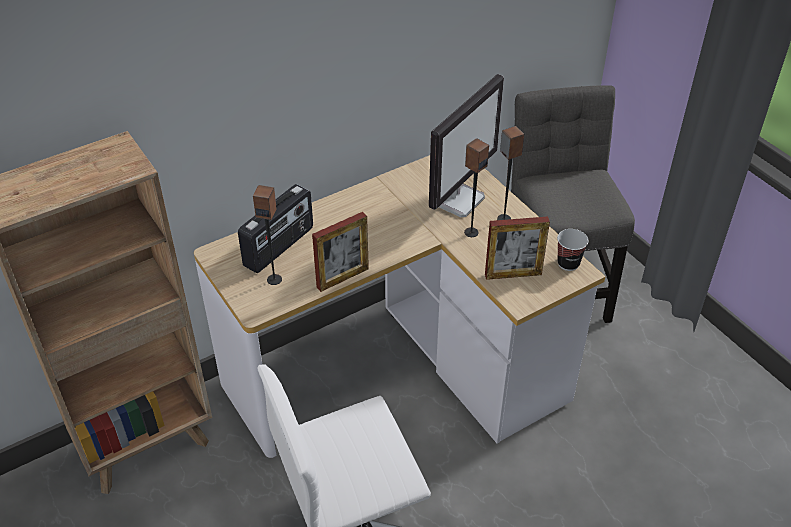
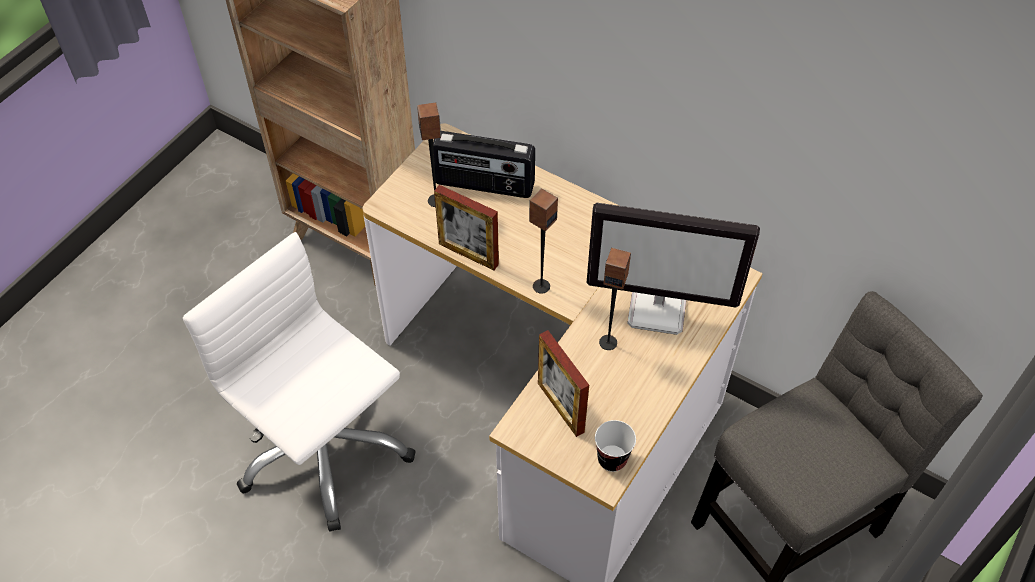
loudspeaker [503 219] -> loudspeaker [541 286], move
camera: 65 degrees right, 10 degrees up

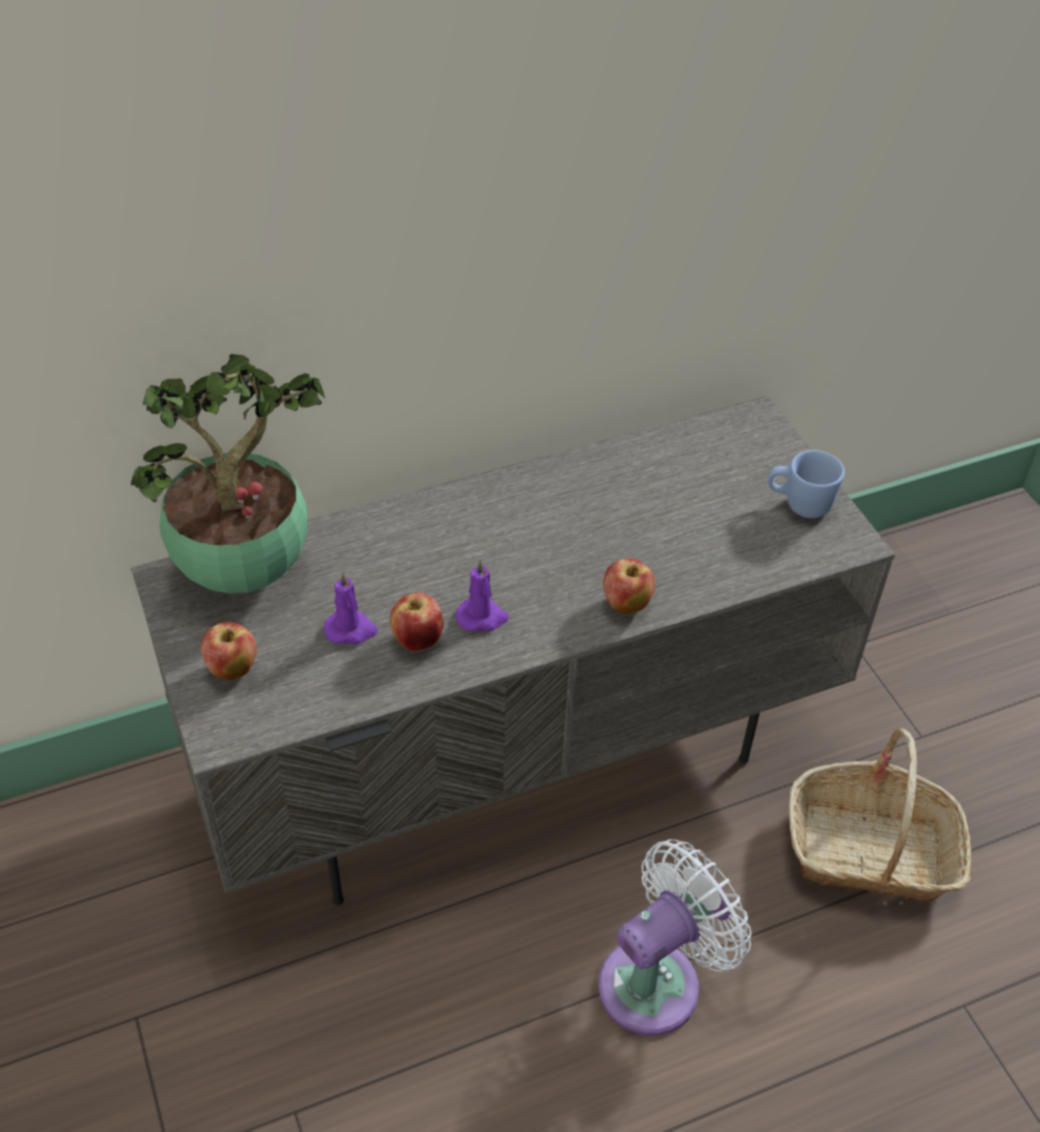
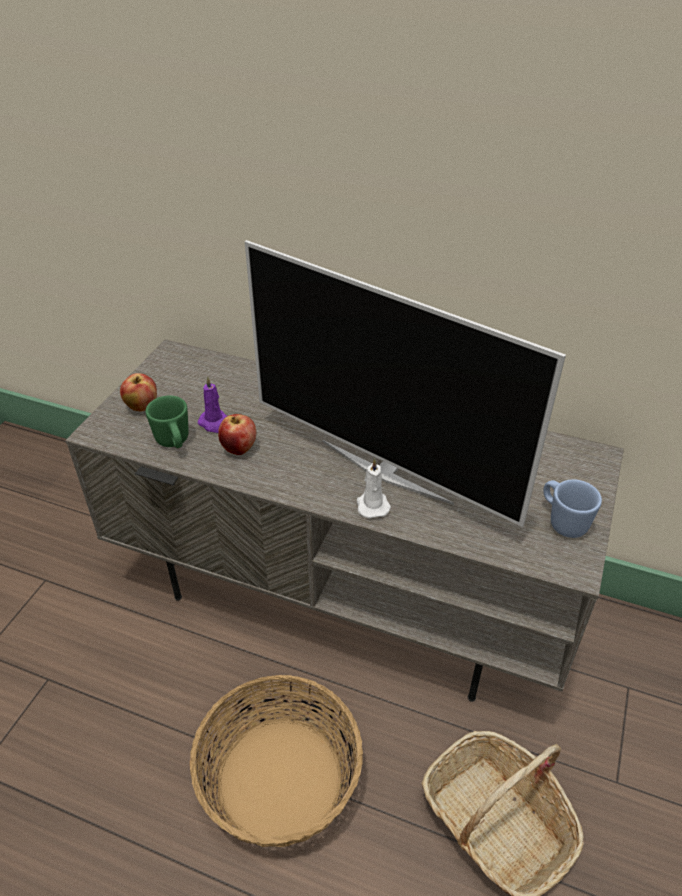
plant in a pot [247 568] -> none
wax light in purple [482 617] -> none
whole apple [626 604] -> wax light in white [372 505]
cooling fan in white [658 980] -> household basket [279 778]
none -> television [386 470]
none -> mug in green [174 443]
camera: 45 degrees right, 5 degrees down

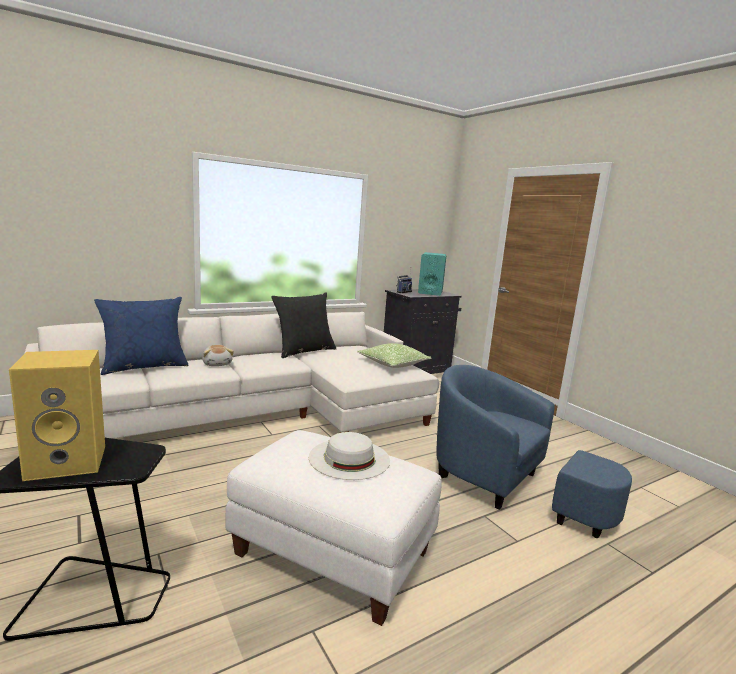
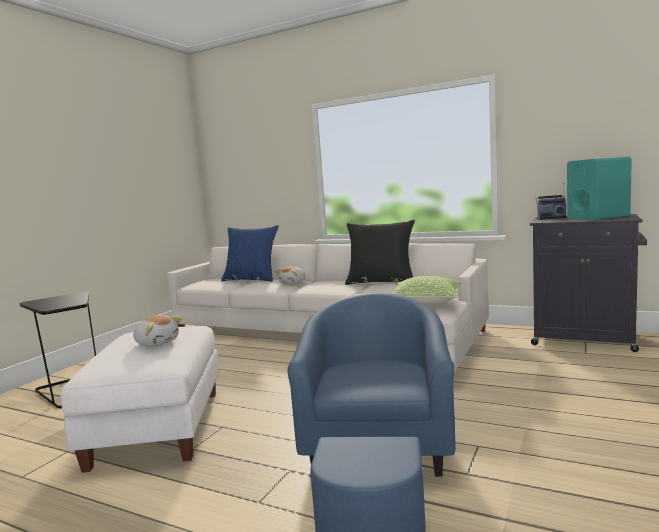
loudspeaker in yellow [69 461] -> none
wearable hat in white [349 458] -> soft toy [157 343]
camera: 60 degrees right, 5 degrees down

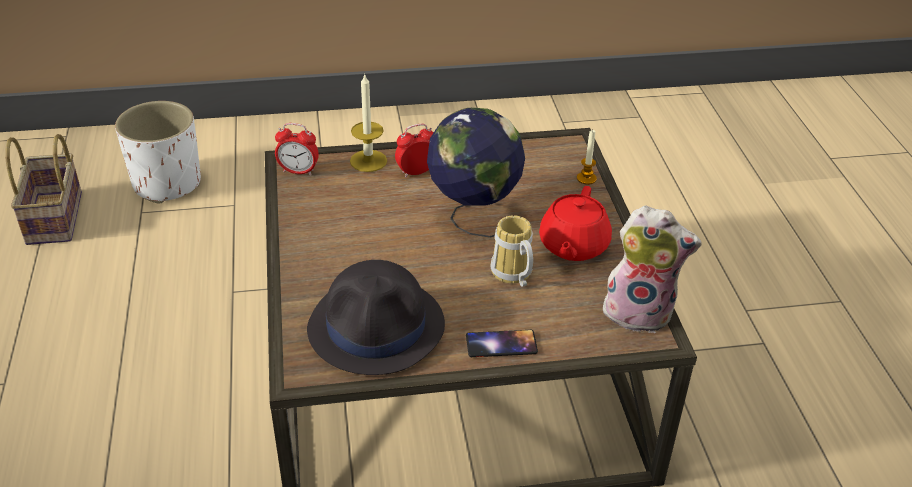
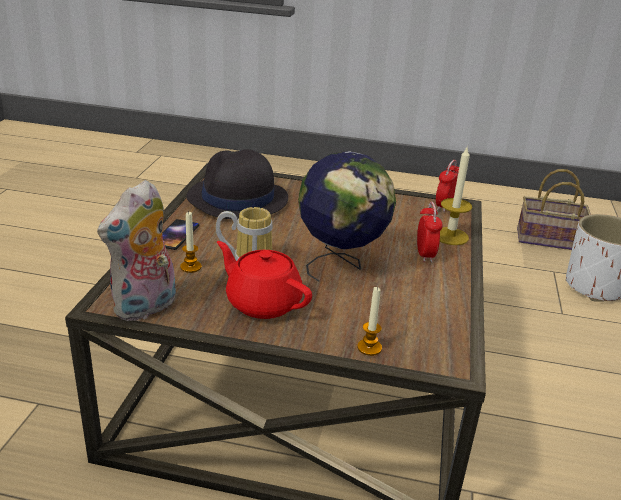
none -> wax light [190 267]
camera: 110 degrees right, 10 degrees down

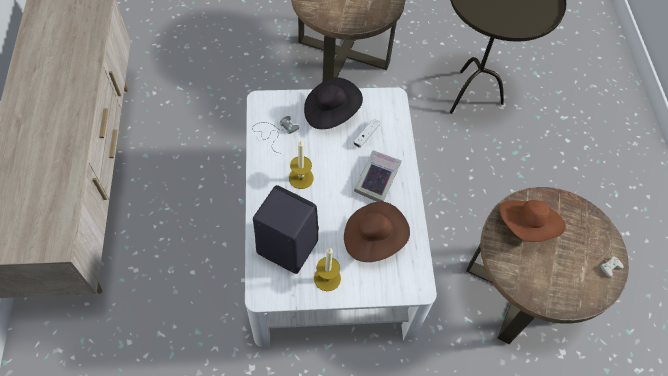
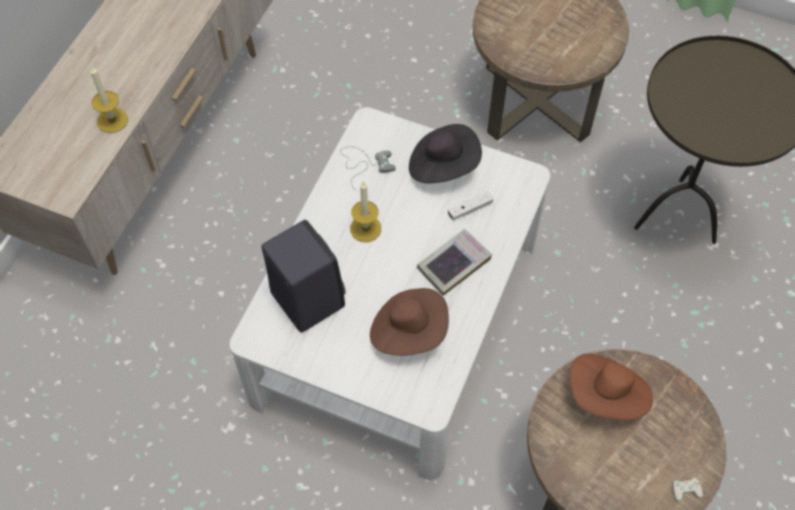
wax light [327 278] -> wax light [112 120], move
camera: 30 degrees right, 0 degrees up

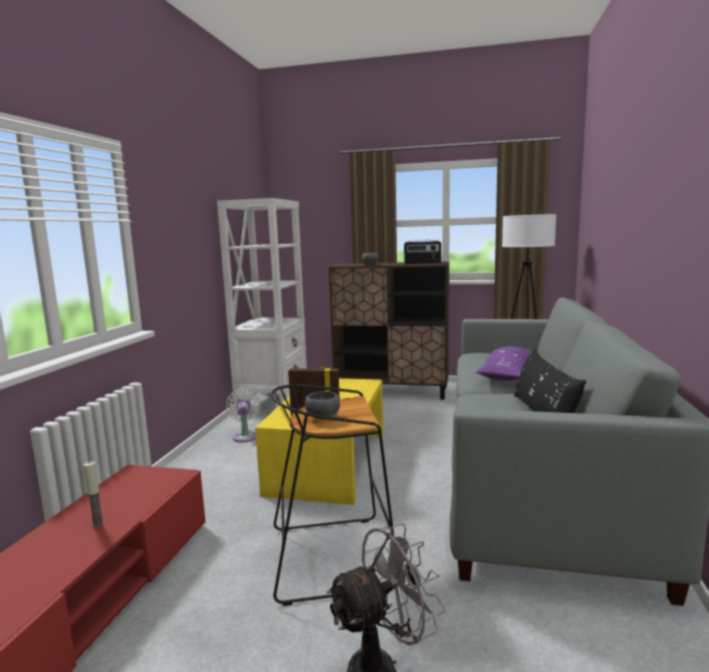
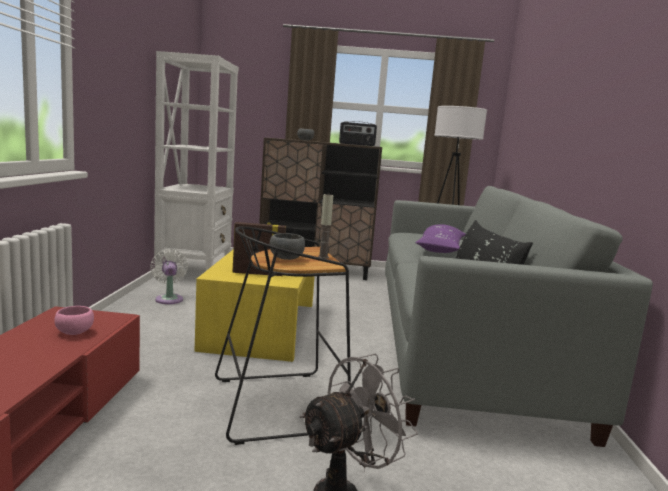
wax light [98 524] -> wax light [323 257], move
none -> serving bowl in pinkish [74 332]
camera: 10 degrees left, 0 degrees up

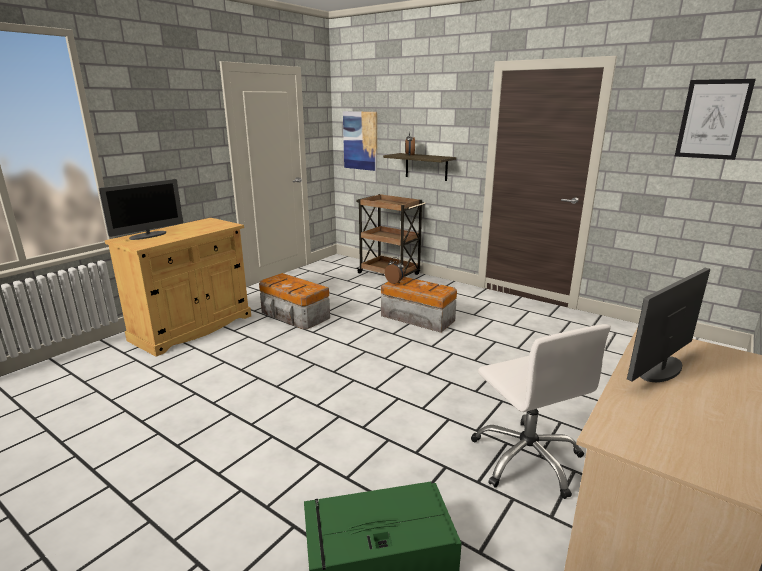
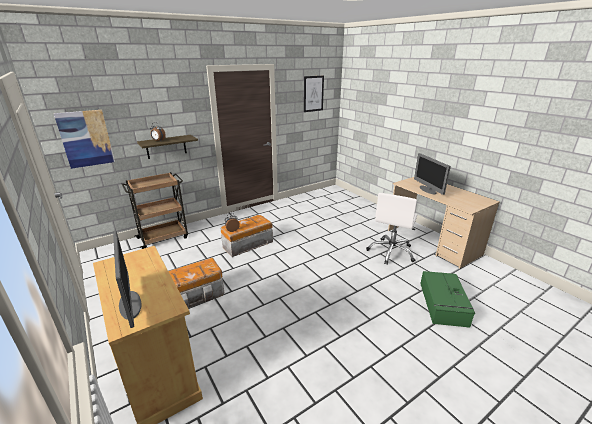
computer chair in white [527 458] -> computer chair in white [391 252], 120 degrees clockwise
camera: 70 degrees left, 5 degrees up

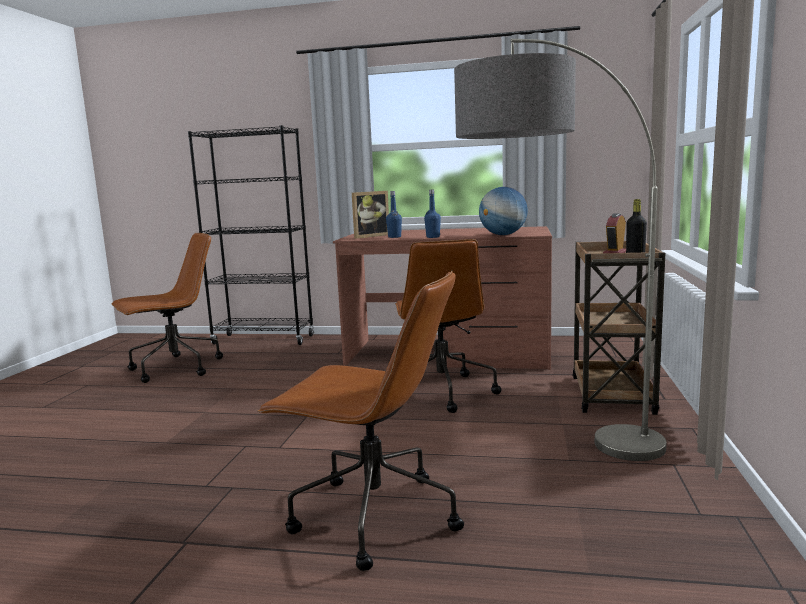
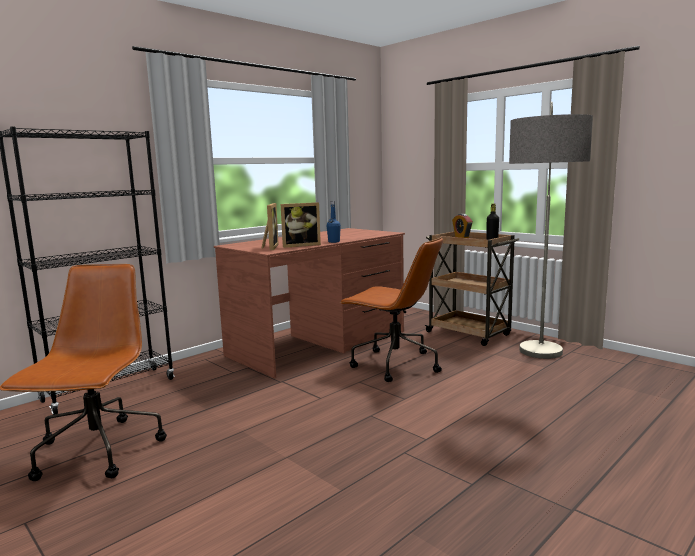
world globe [503 235] -> none
beverage bottle in bluish [394 237] -> photo frame [300 245]
computer chair in brownish [372 517] -> none
camera: 55 degrees left, 0 degrees up

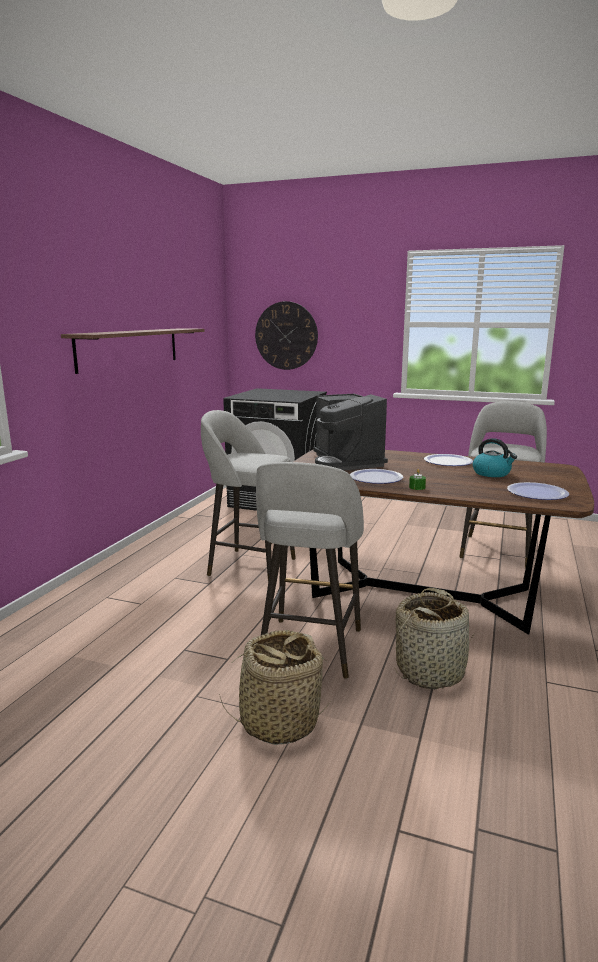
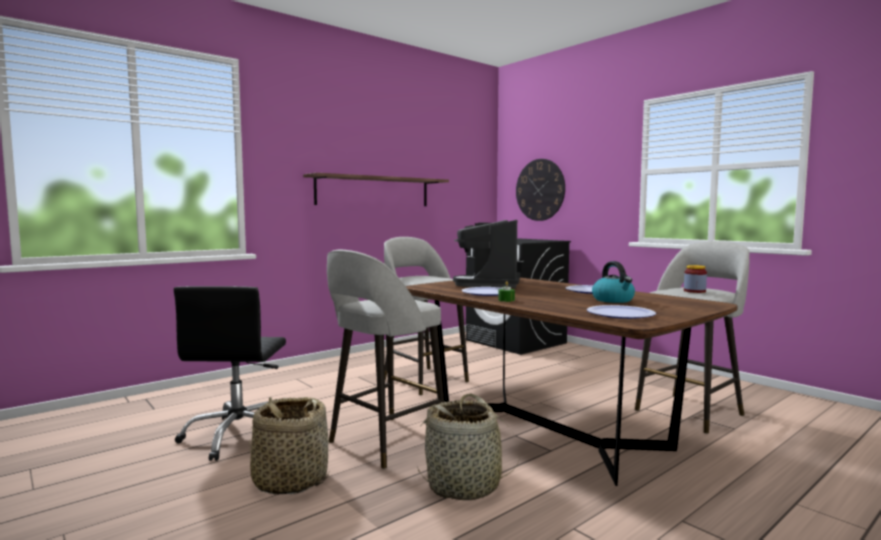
none -> storage jar [694 291]
none -> computer chair in blackish [238 435]
camera: 30 degrees right, 10 degrees down

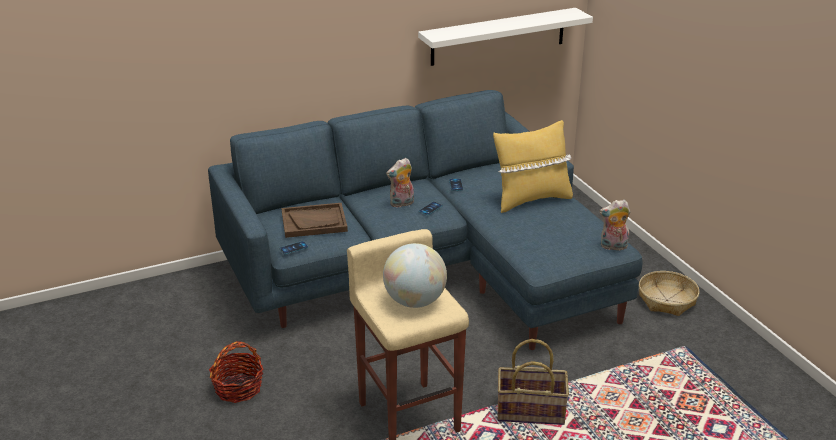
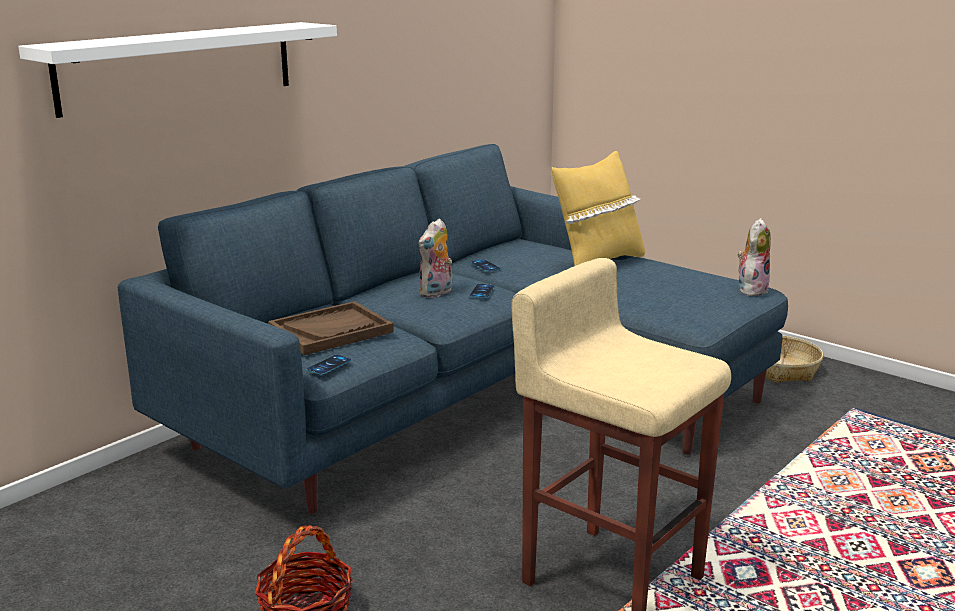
shelf in white [498 36] -> shelf in white [179 66], move
soft toy [613 247] -> soft toy [751 289], 150 degrees clockwise
world globe [415 301] -> none
household basket [531 411] -> none
camera: 25 degrees left, 10 degrees down

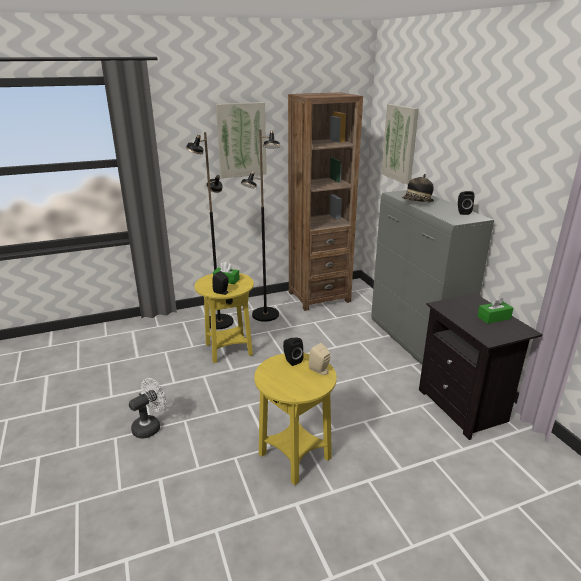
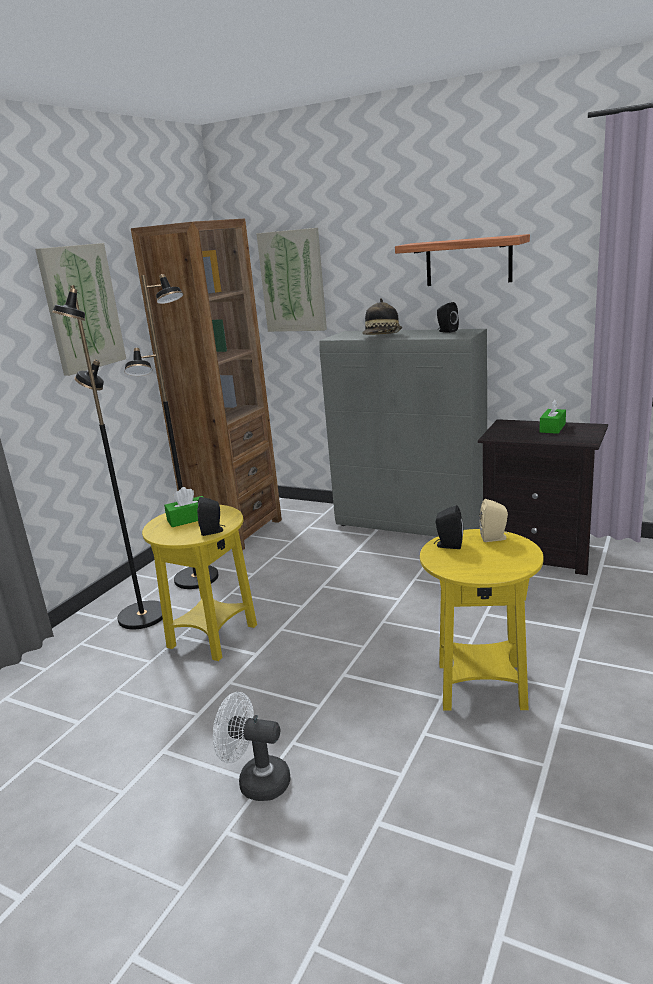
cooling fan in white [150 426] -> cooling fan in white [256 781], 75 degrees counterclockwise
none -> shelf [468 261]
camera: 40 degrees left, 5 degrees down

